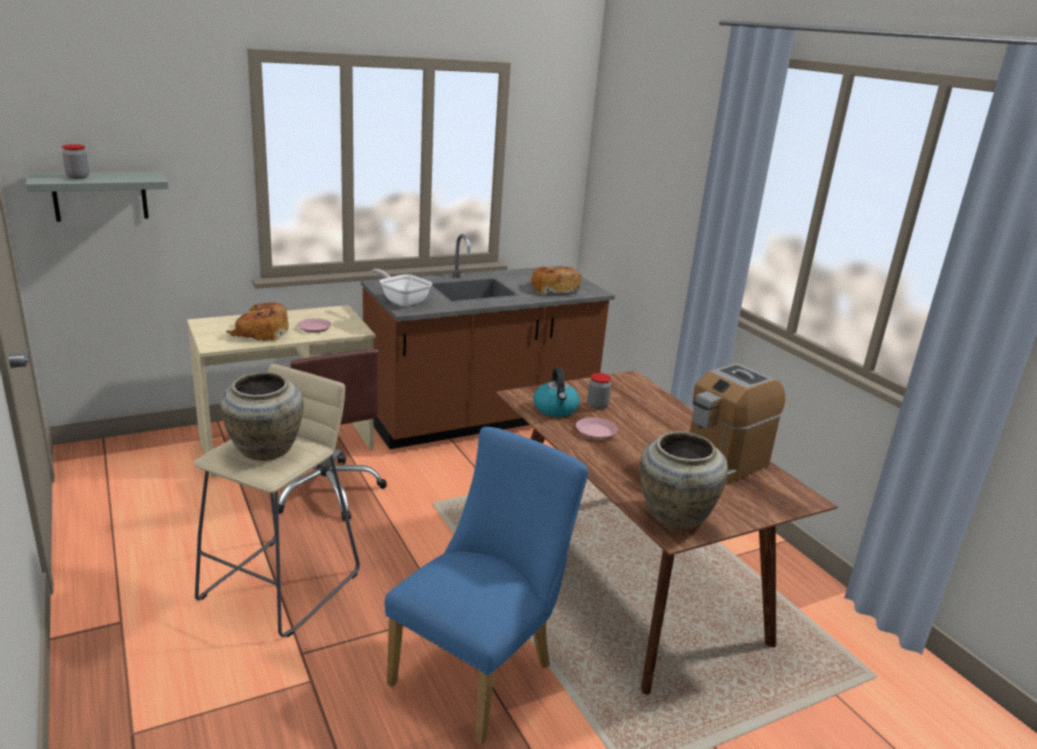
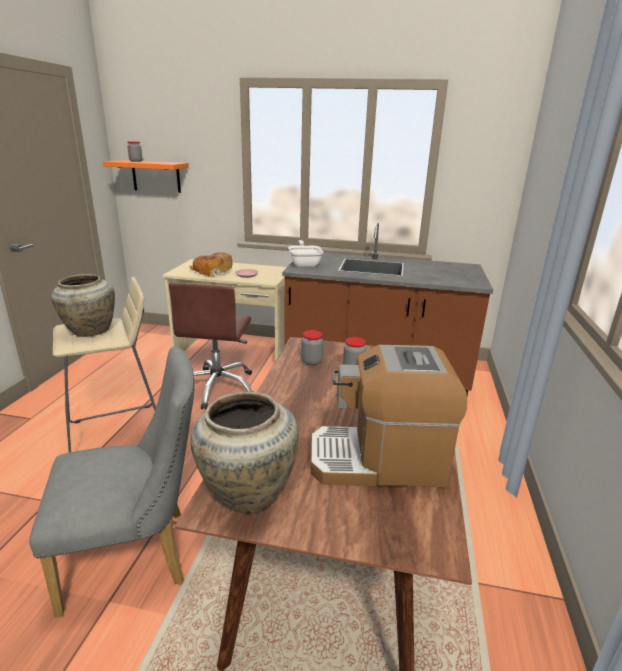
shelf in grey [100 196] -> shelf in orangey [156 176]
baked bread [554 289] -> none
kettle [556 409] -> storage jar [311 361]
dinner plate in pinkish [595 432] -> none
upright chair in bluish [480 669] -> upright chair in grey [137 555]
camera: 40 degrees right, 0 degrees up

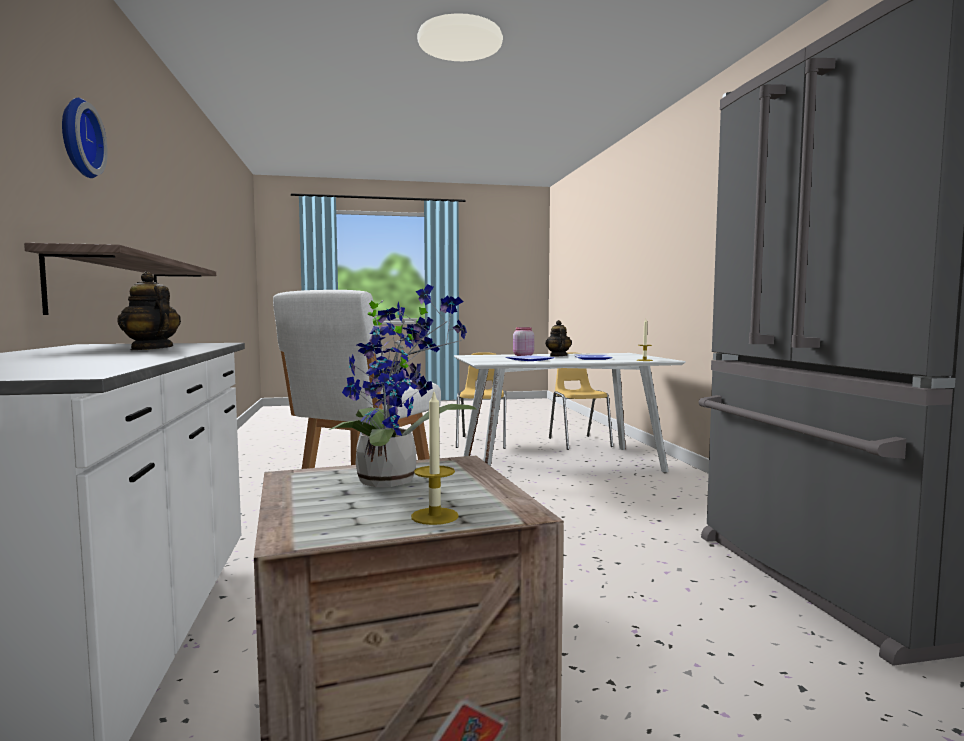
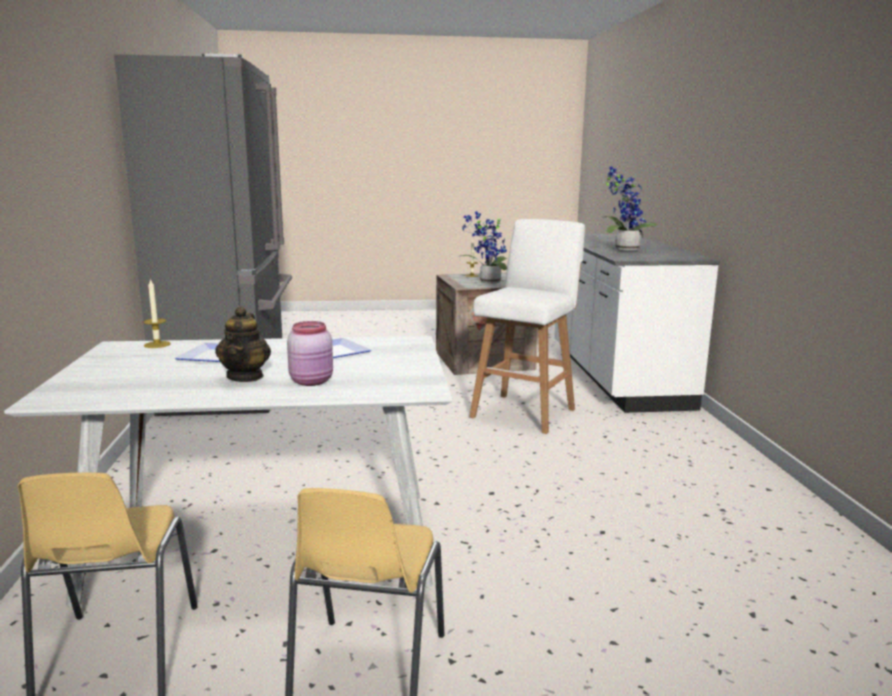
hanging clock [77 138] -> none
shelf [110 287] -> none
teapot [151 349] -> plant in a pot [623 249]
camera: 175 degrees left, 10 degrees up

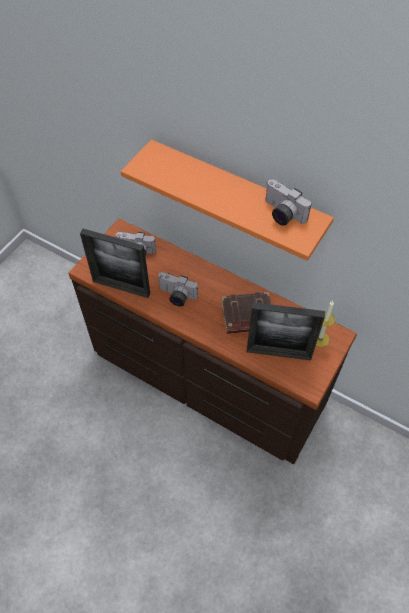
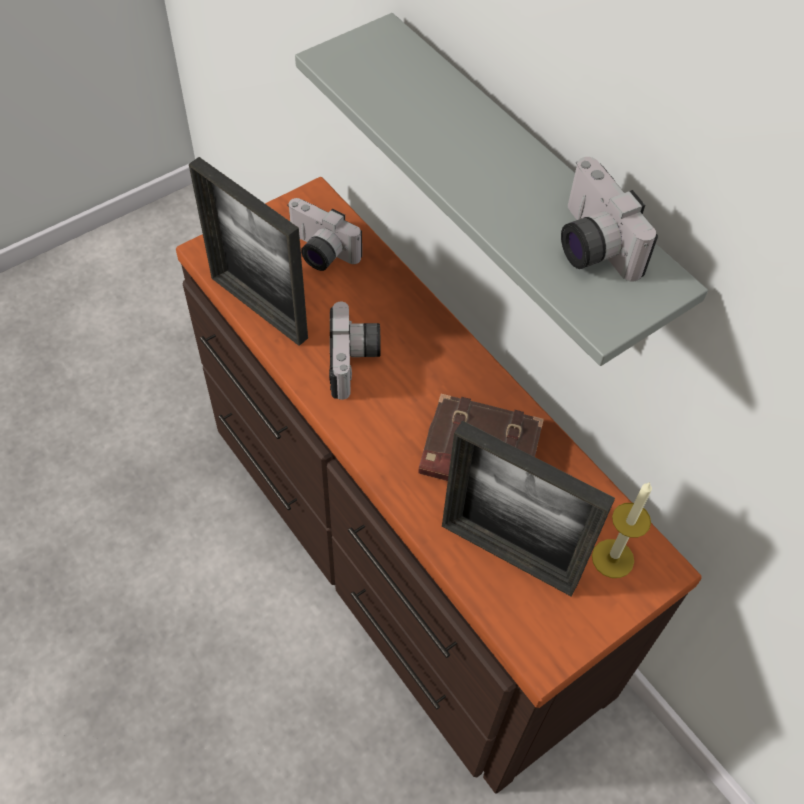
shelf in orangey [236 199] -> shelf in grey [524 191]
still camera [176 296] -> still camera [355 362], 135 degrees counterclockwise
camera: 20 degrees right, 0 degrees up

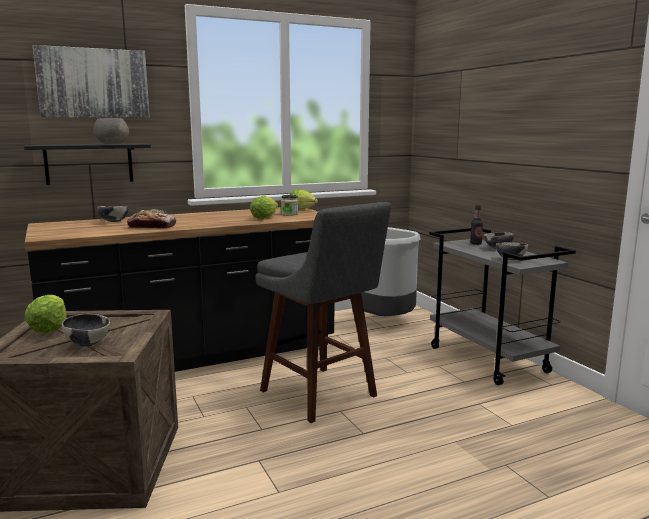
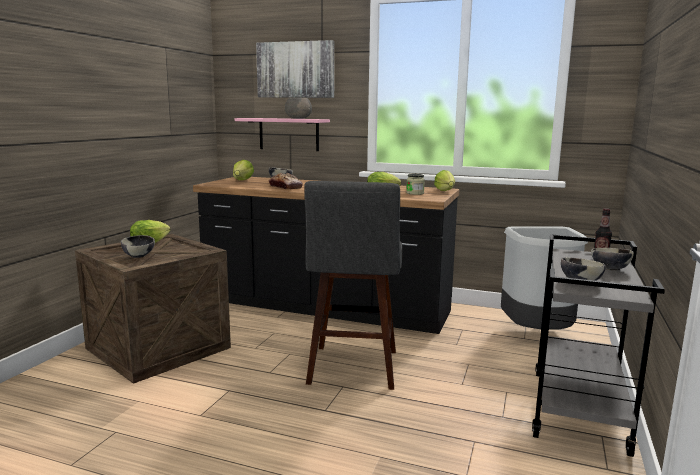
shelf in blackish [89 163] -> shelf in pinkish [289 134]
none -> head of lettuce [242 180]
camera: 45 degrees right, 0 degrees up

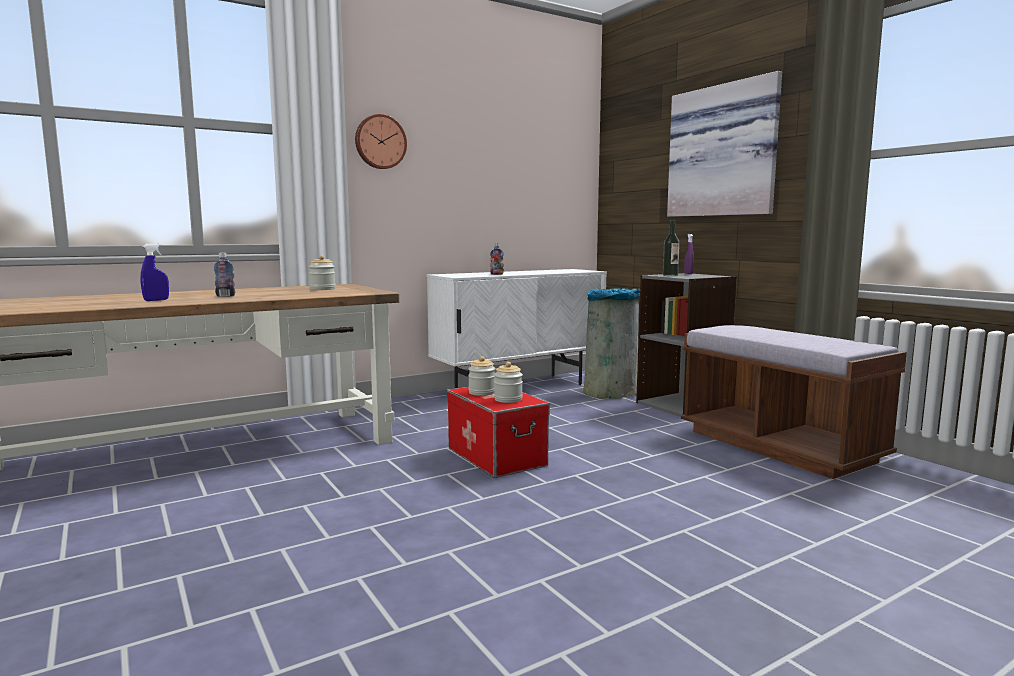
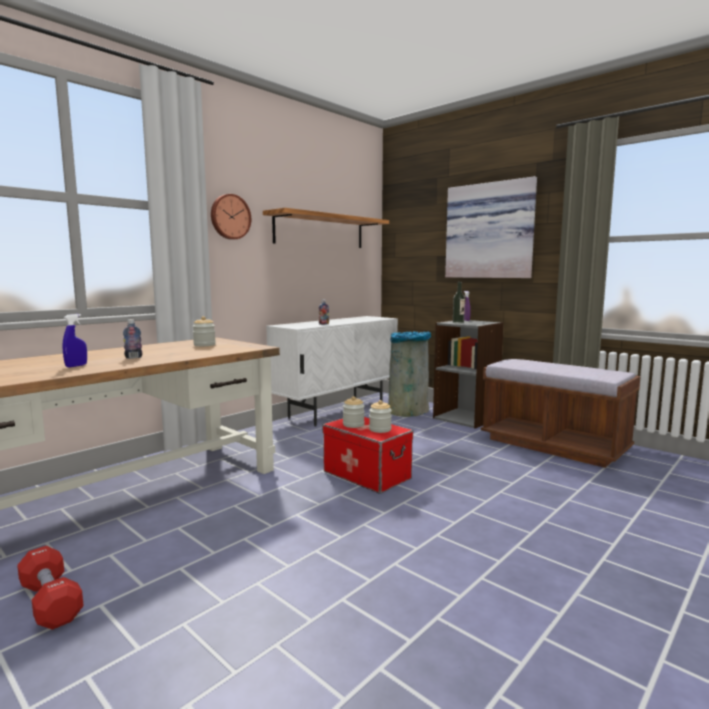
none -> shelf [320 231]
none -> dumbbell in reddish [51 602]
camera: 15 degrees left, 0 degrees up

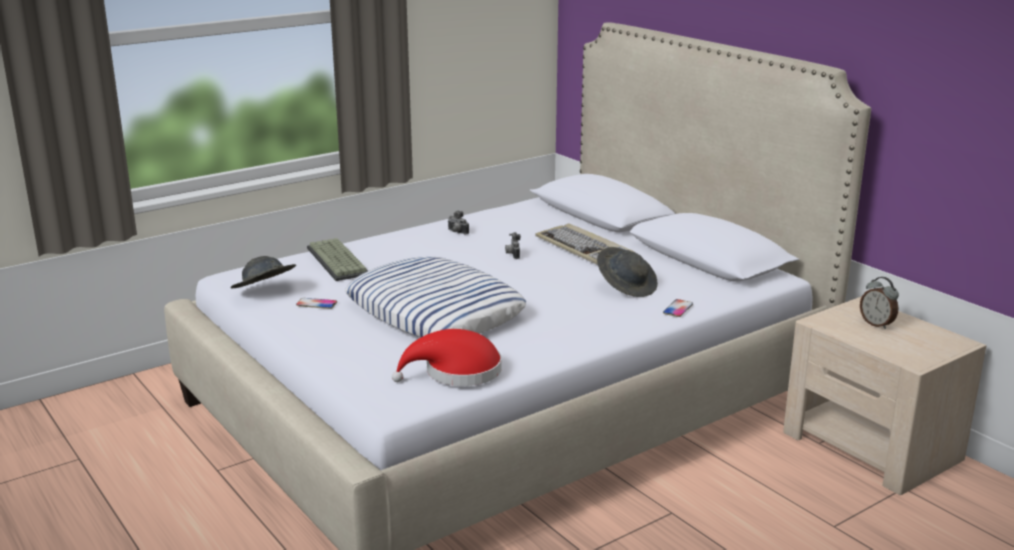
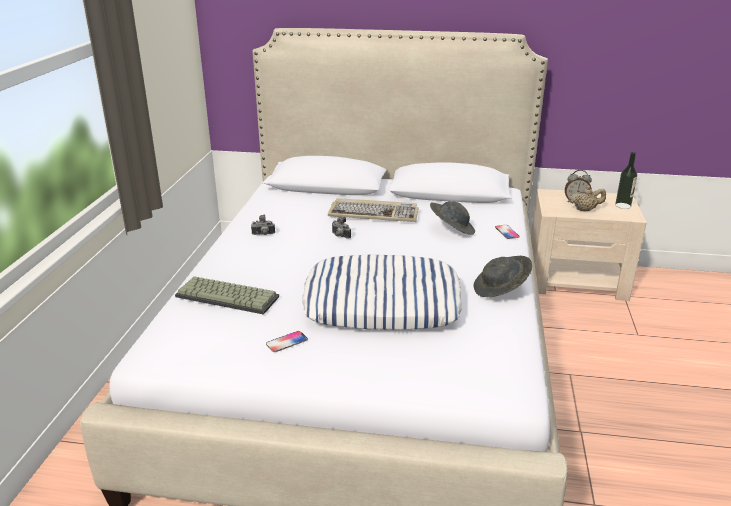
wearable hat in grey [264 292] -> wearable hat in grey [501 290], move
wearable hat in reddish [457 372] -> none
none -> beverage bottle [623 205]
none -> teapot in beige-coloured [585 210]
camera: 45 degrees left, 5 degrees up

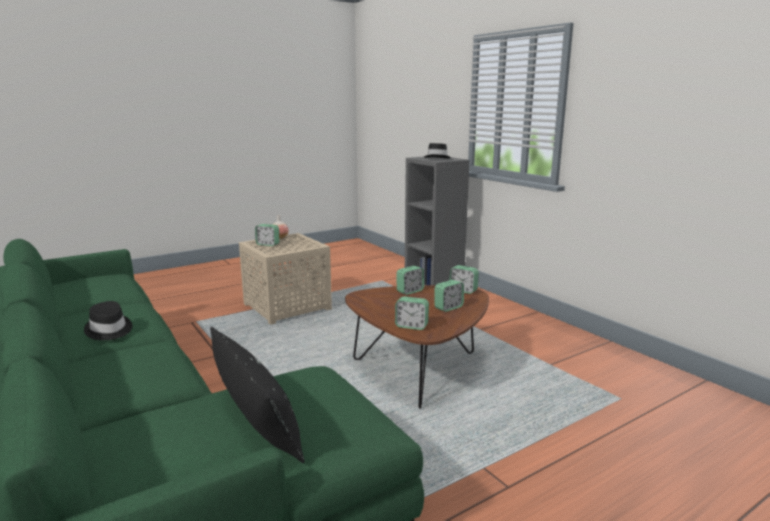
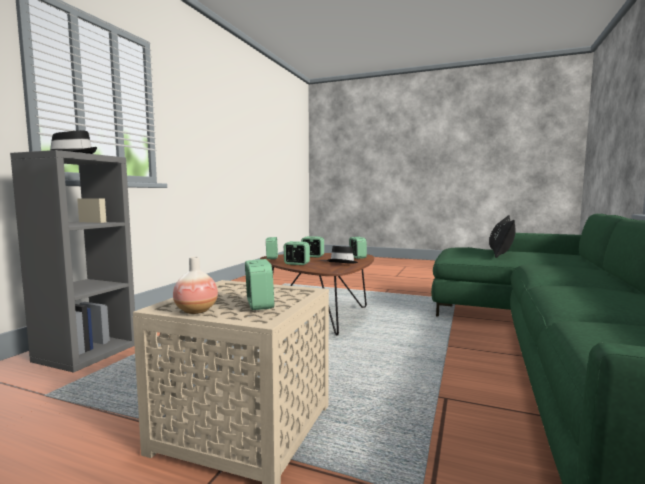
wearable hat in blackish [109 330] -> wearable hat in blackish [343 262], move
camera: 125 degrees left, 10 degrees down

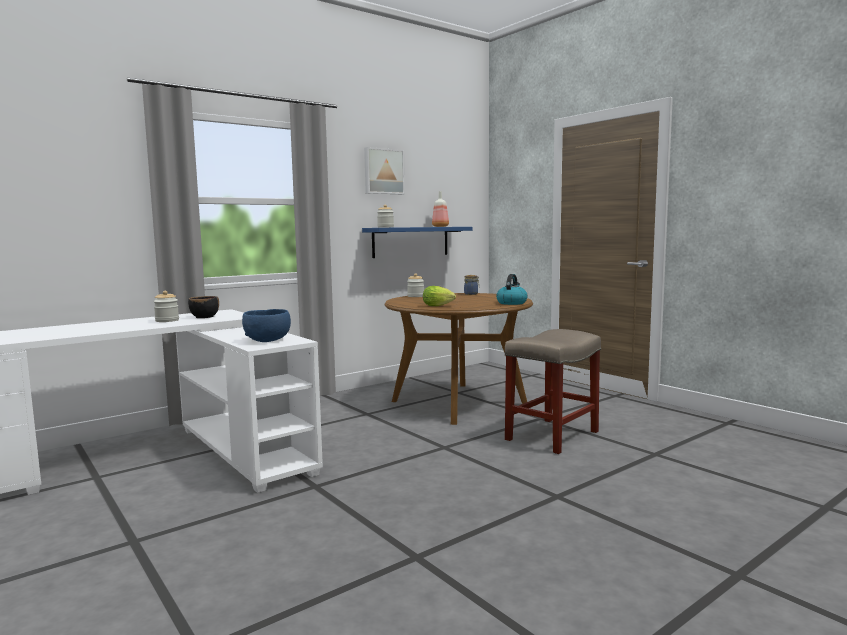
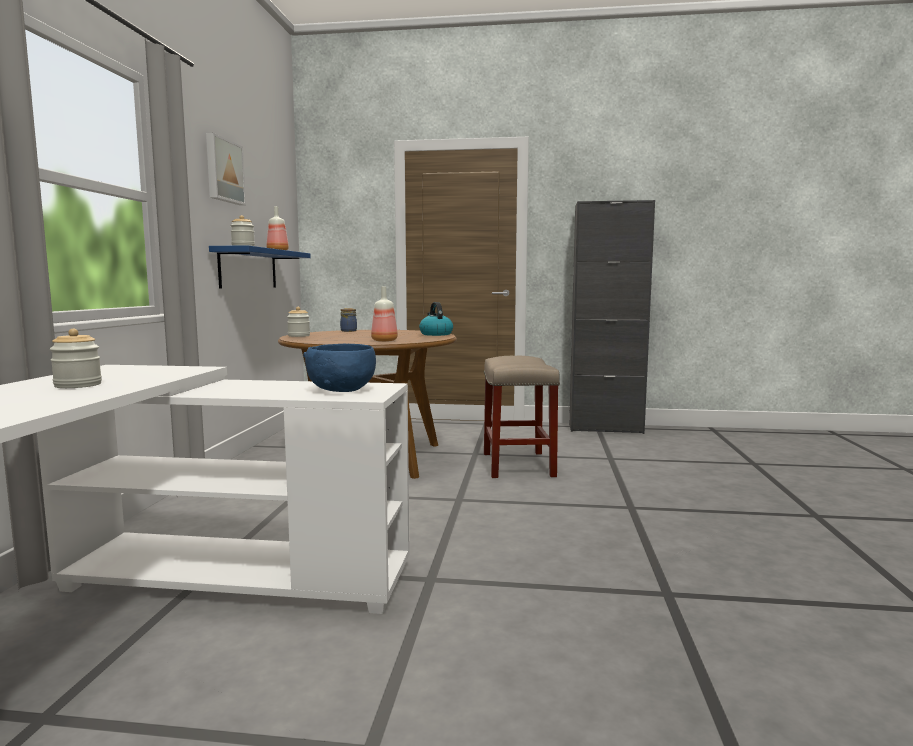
head of lettuce [439 306] -> beverage bottle [383 341]
serving bowl in blackish [204 317] -> none
none -> storage cabinet in blackish [605 429]
camera: 45 degrees left, 0 degrees up

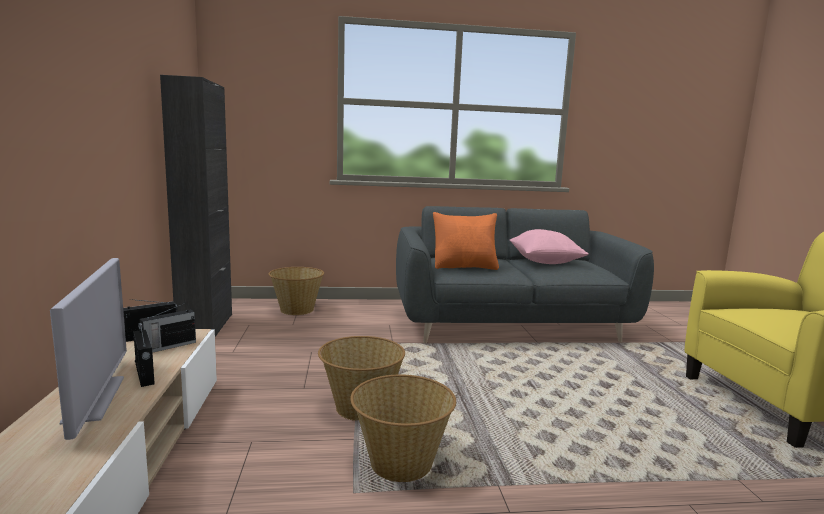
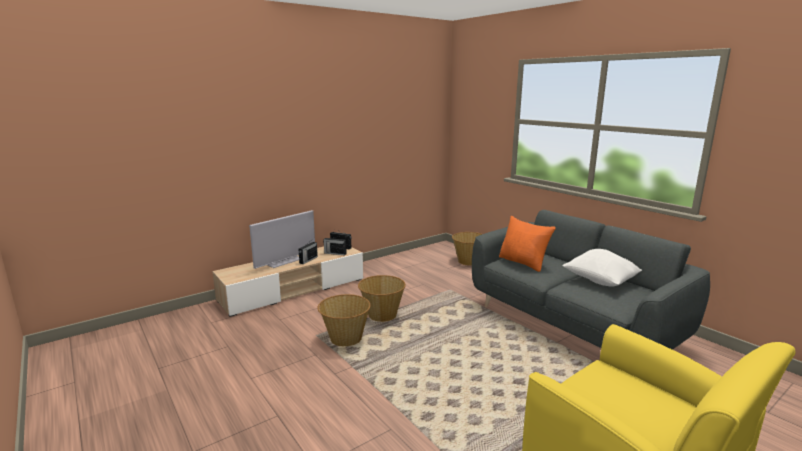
storage cabinet in blackish [206 326] -> none
pillow in pinkish [545 262] -> pillow in white [600 281]
camera: 60 degrees right, 5 degrees up

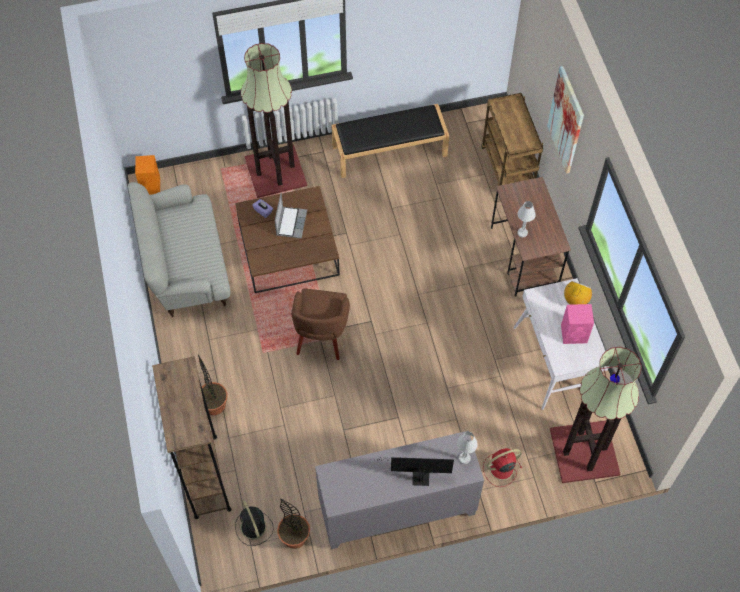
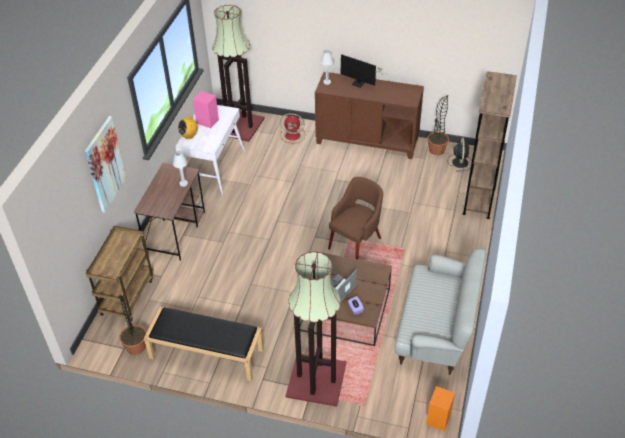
plant in a pot [214 405] -> plant in a pot [136 346], move
storage cabinet in grey [397 509] -> storage cabinet in brownish [367 140]
camera: 150 degrees left, 15 degrees down

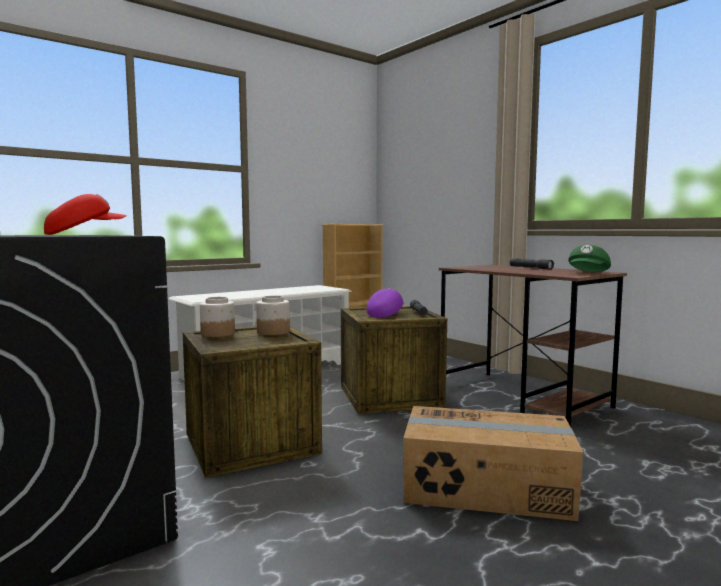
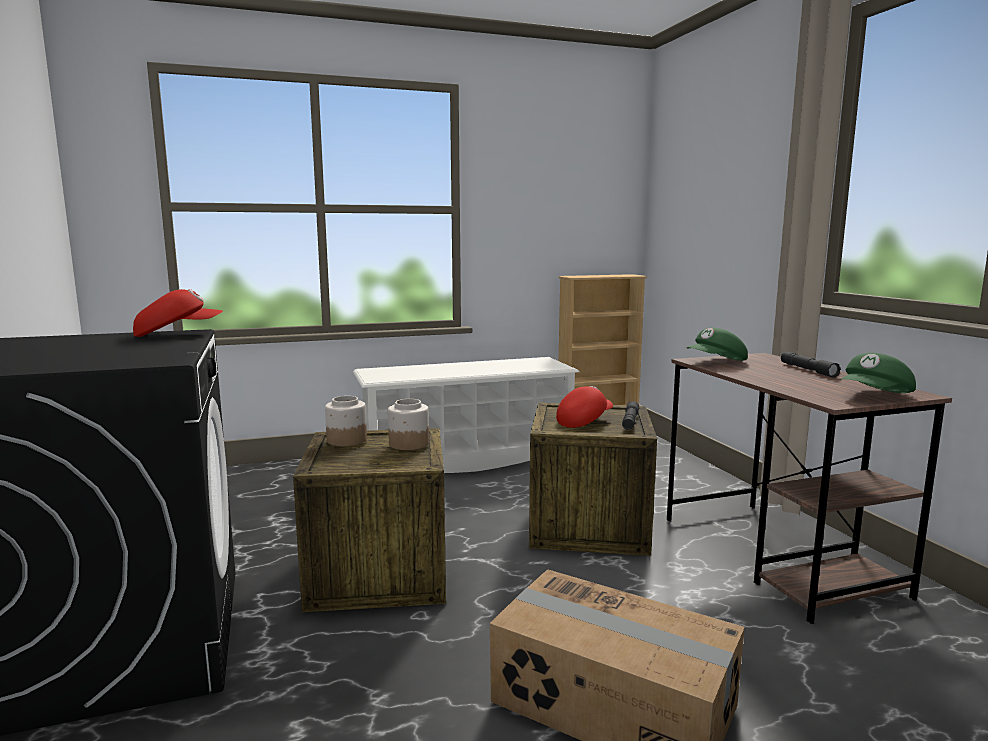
baseball cap in purple [385 314] -> baseball cap in reddish [584 421]
none -> baseball cap in green [717 362]
camera: 20 degrees right, 5 degrees up

